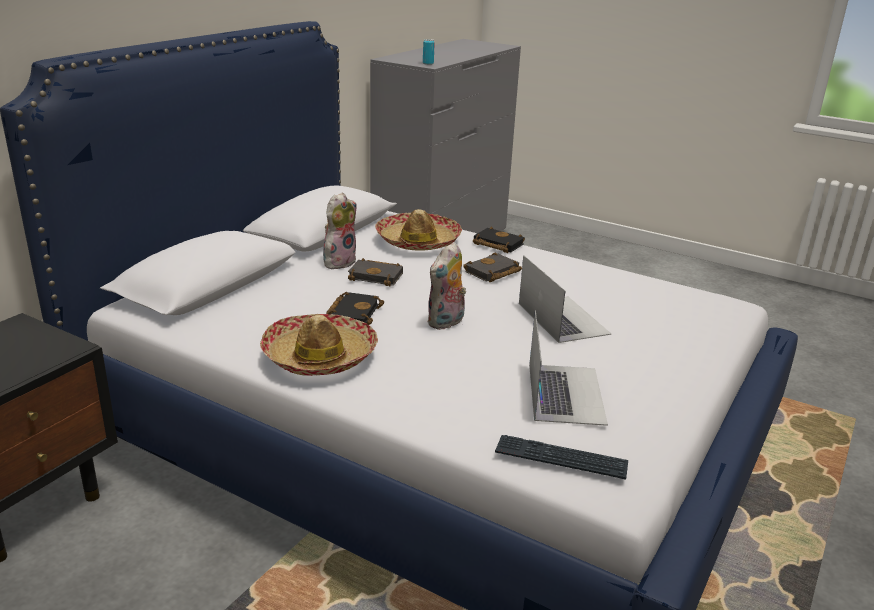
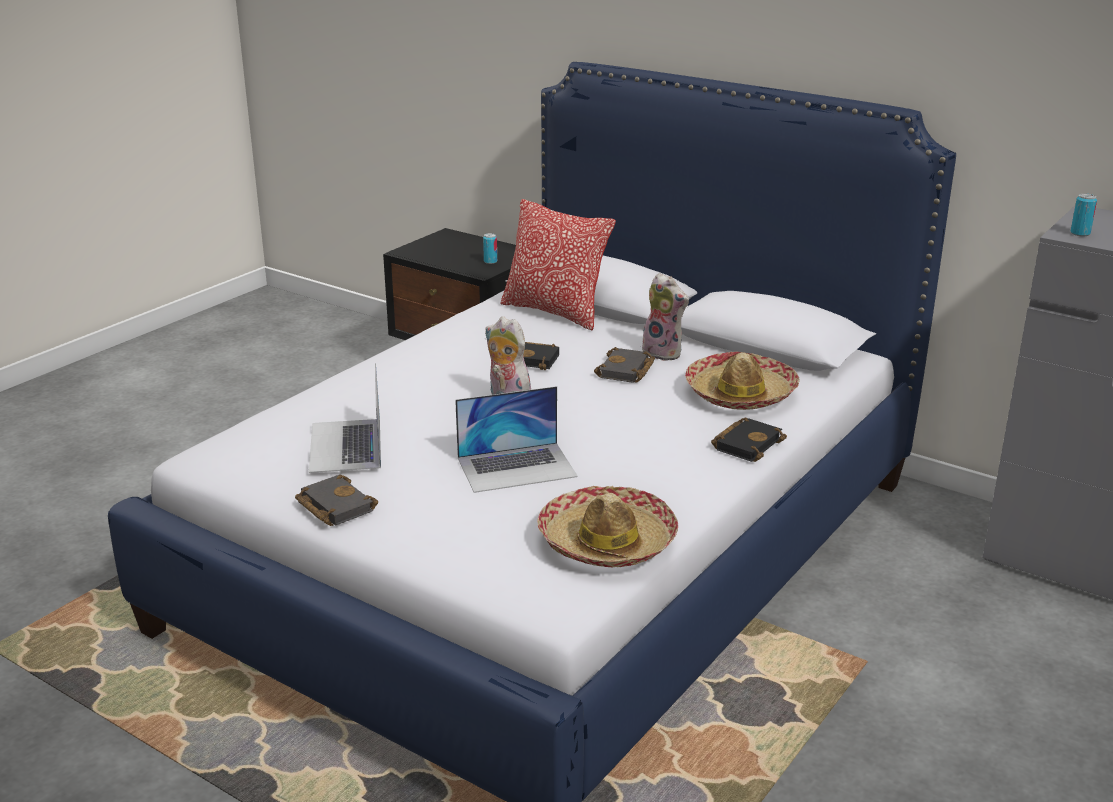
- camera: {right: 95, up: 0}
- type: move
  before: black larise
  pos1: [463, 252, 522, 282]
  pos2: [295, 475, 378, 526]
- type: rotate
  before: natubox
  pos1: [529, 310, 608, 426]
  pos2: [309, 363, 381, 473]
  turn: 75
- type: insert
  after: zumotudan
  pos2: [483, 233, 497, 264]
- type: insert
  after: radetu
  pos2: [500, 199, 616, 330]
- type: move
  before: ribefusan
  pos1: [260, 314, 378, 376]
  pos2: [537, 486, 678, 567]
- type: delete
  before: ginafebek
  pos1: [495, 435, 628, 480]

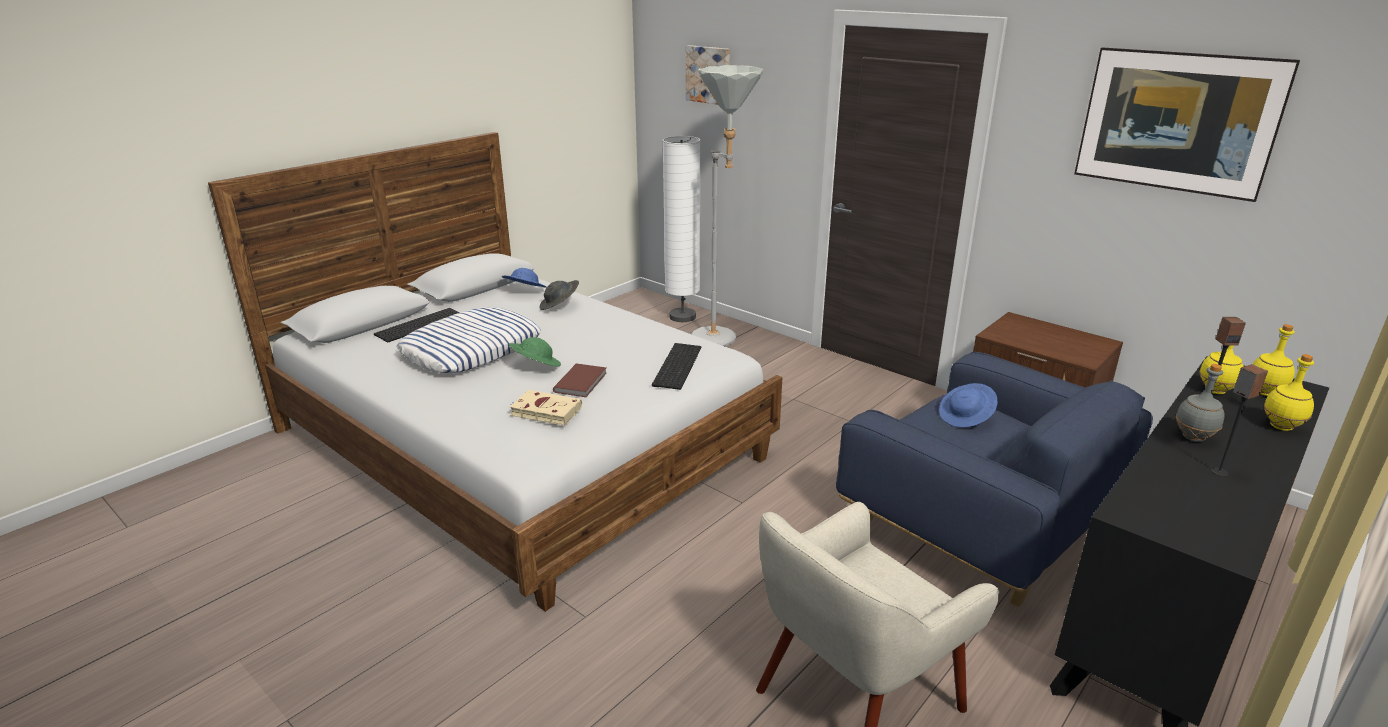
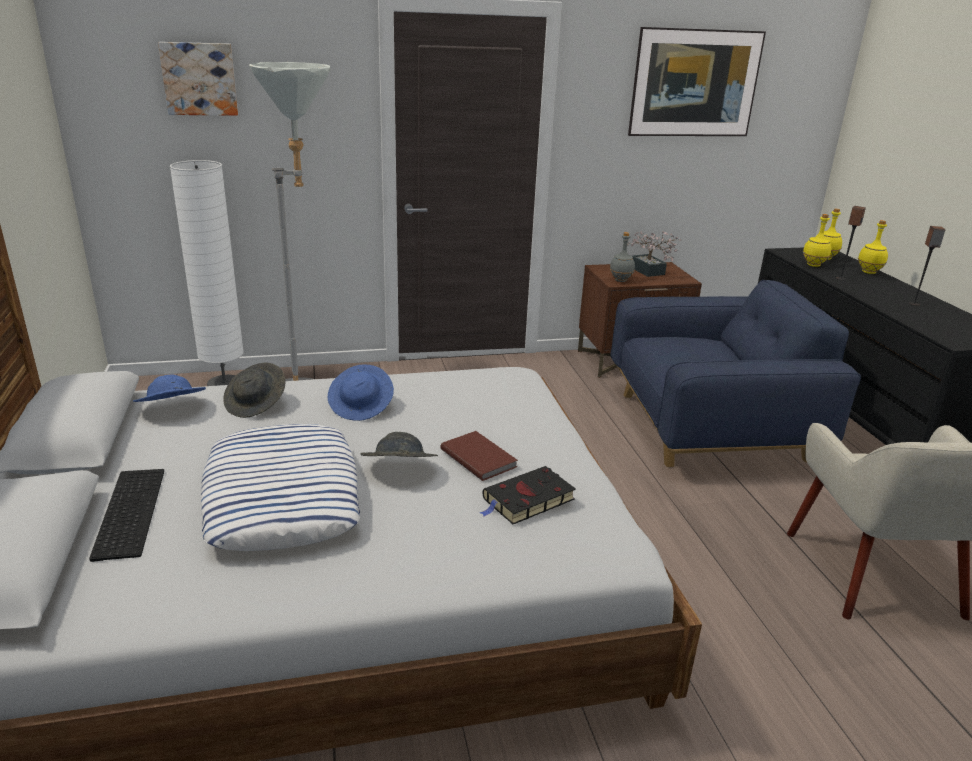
- camera: {right: -55, up: 0}
- type: move
  before: blue ribefusan
  pos1: [939, 383, 998, 428]
  pos2: [328, 364, 394, 421]
- type: recolor
  before: green ribefusan
  after: grey ribefusan
  pos1: [508, 337, 561, 367]
  pos2: [360, 432, 438, 457]
- type: recolor
  before: beige larise
  after: black larise
  pos1: [510, 390, 582, 426]
  pos2: [480, 466, 576, 524]
- type: move
  before: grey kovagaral
  pos1: [1175, 364, 1225, 442]
  pos2: [610, 232, 635, 282]
- type: insert
  after: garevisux
  pos2: [627, 231, 681, 277]
- type: delete
  before: ginafebek
  pos1: [652, 343, 701, 390]

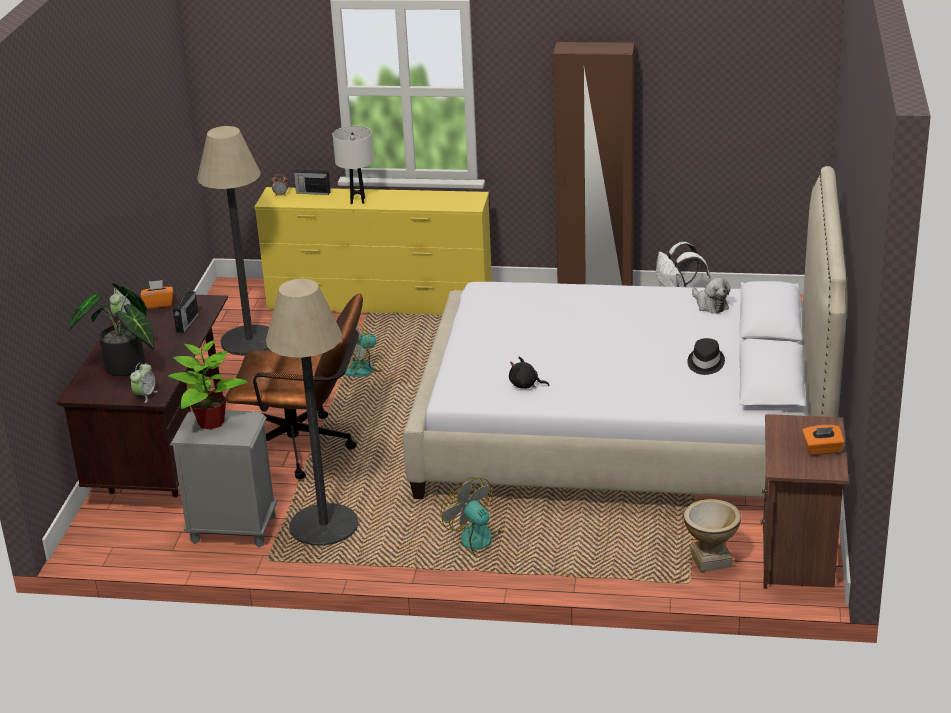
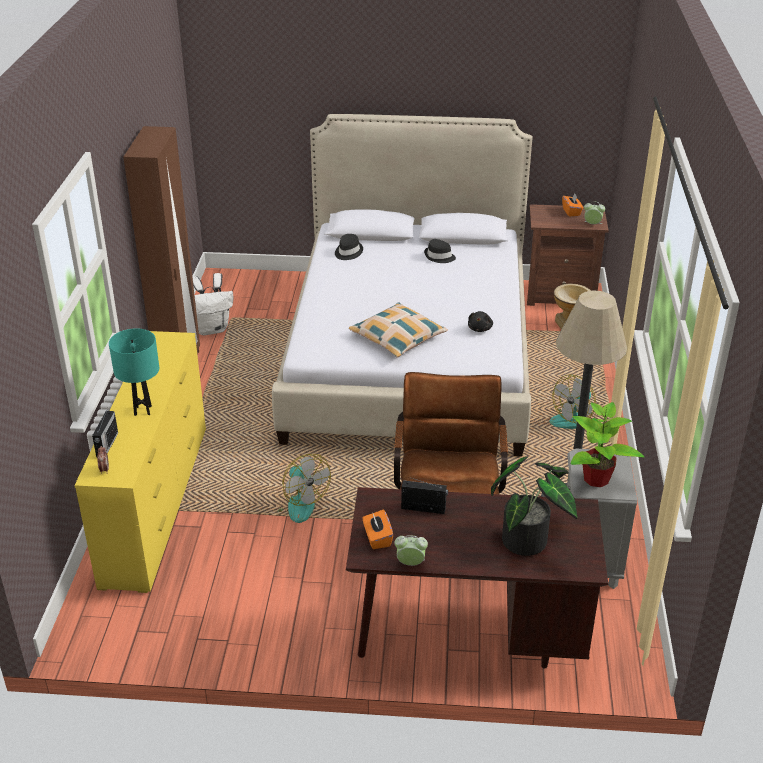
- camera: {right: -95, up: 5}
- type: recolor
  before: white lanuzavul
  after: turquoise lanuzavul
  pos1: [332, 126, 374, 204]
  pos2: [109, 329, 159, 416]
- type: replace
  before: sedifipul
  after: black ribefusan
  pos1: [692, 278, 731, 314]
  pos2: [335, 234, 363, 260]
- type: insert
  after: radetu
  pos2: [349, 302, 448, 357]
- type: move
  before: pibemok
  pos1: [130, 363, 157, 403]
  pos2: [584, 201, 605, 224]
- type: delete
  before: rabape
  pos1: [197, 126, 270, 356]

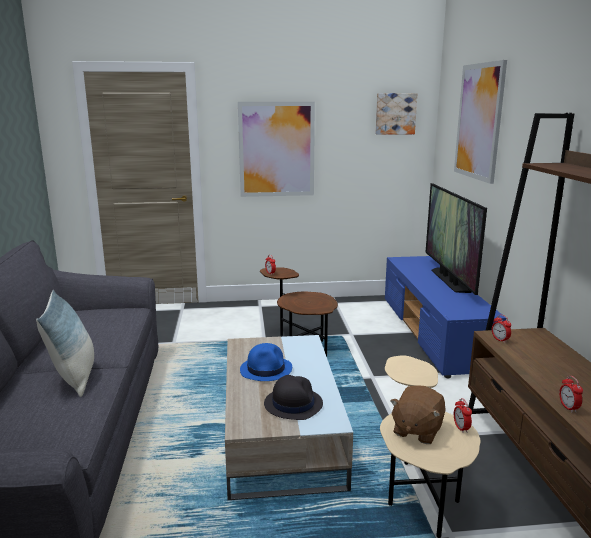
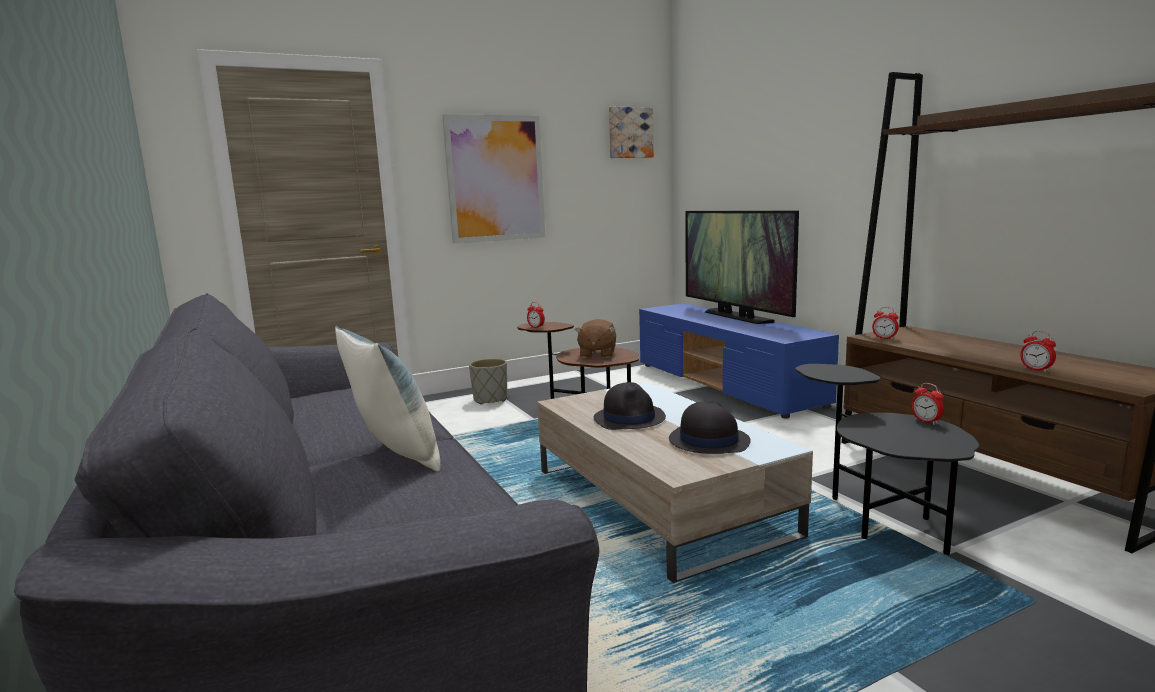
- camera: {right: -20, up: -5}
- type: insert
  after: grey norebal
  pos2: [469, 359, 507, 405]
- type: move
  before: brown sedifipul
  pos1: [390, 385, 446, 444]
  pos2: [575, 319, 616, 358]
- type: recolor
  before: blue ribefusan
  after: black ribefusan
  pos1: [240, 343, 292, 381]
  pos2: [594, 382, 666, 430]
- type: recolor
  before: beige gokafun
  after: black gokafun
  pos1: [380, 355, 480, 538]
  pos2: [795, 364, 980, 555]
- type: delete
  before: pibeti
  pos1: [454, 60, 507, 184]

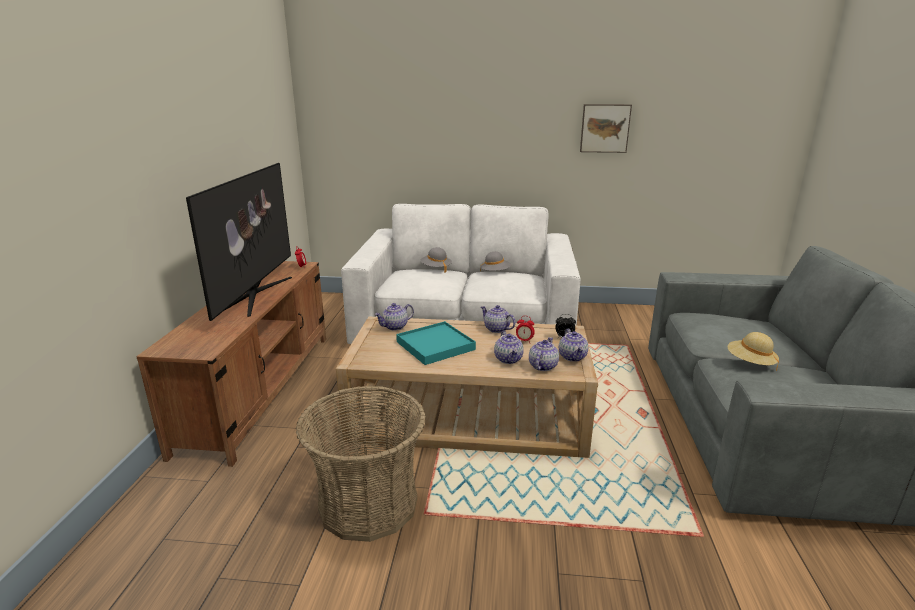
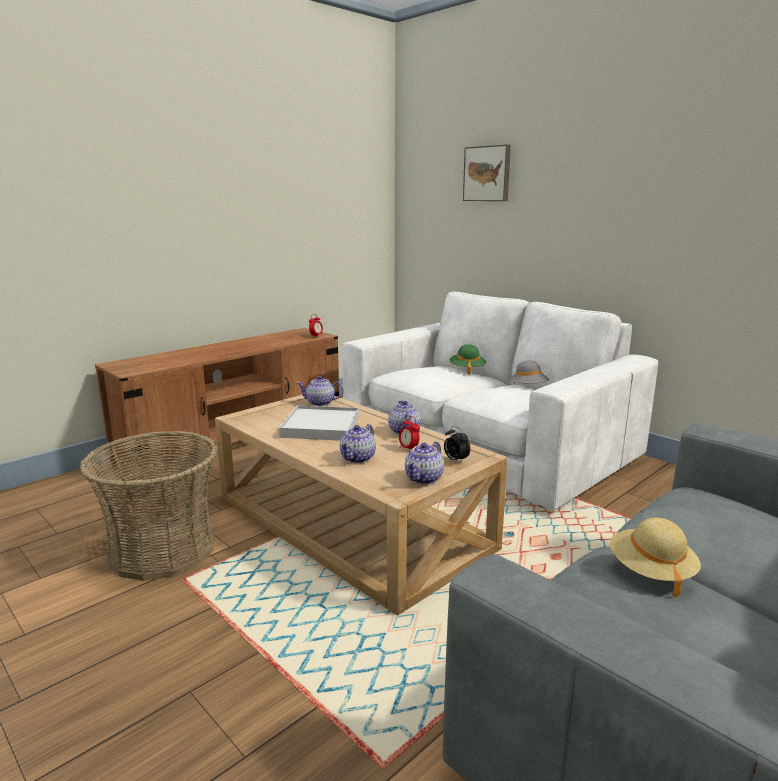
- camera: {right: 40, up: -5}
- type: recolor
  before: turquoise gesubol
  after: white gesubol
  pos1: [396, 321, 476, 365]
  pos2: [279, 405, 359, 441]
- type: recolor
  before: grey ribefusan
  after: green ribefusan
  pos1: [420, 247, 452, 273]
  pos2: [449, 344, 487, 375]
- type: move
  before: pibeti
  pos1: [580, 104, 632, 153]
  pos2: [463, 144, 511, 201]
- type: delete
  before: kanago
  pos1: [186, 163, 292, 321]
- type: delete
  before: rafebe
  pos1: [529, 337, 559, 371]

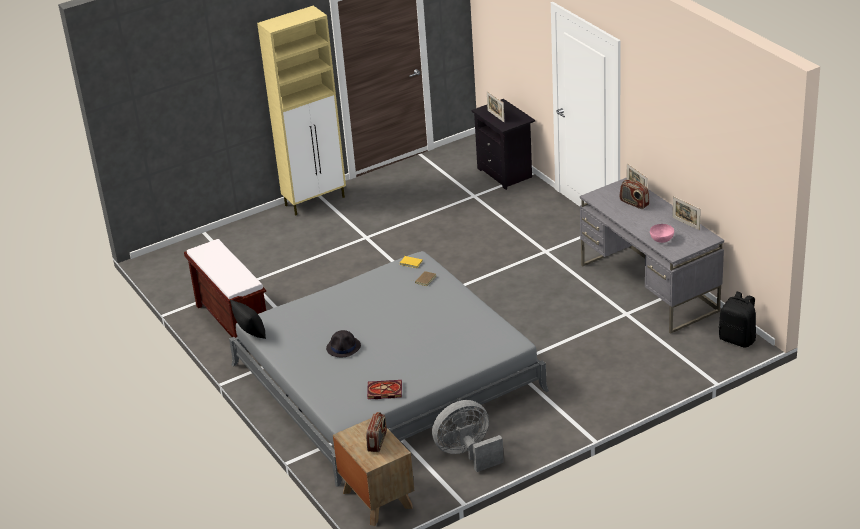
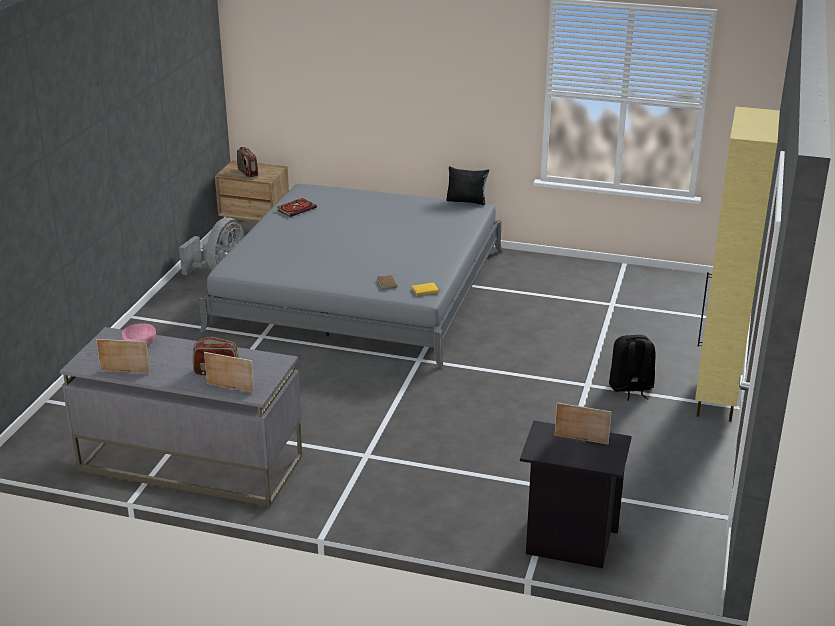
- camera: {right: 135, up: -5}
- type: move
  before: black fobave
  pos1: [719, 292, 756, 348]
  pos2: [609, 335, 656, 401]
- type: delete
  before: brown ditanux
  pos1: [184, 239, 266, 338]
- type: delete
  before: black ribefusan
  pos1: [326, 330, 361, 357]

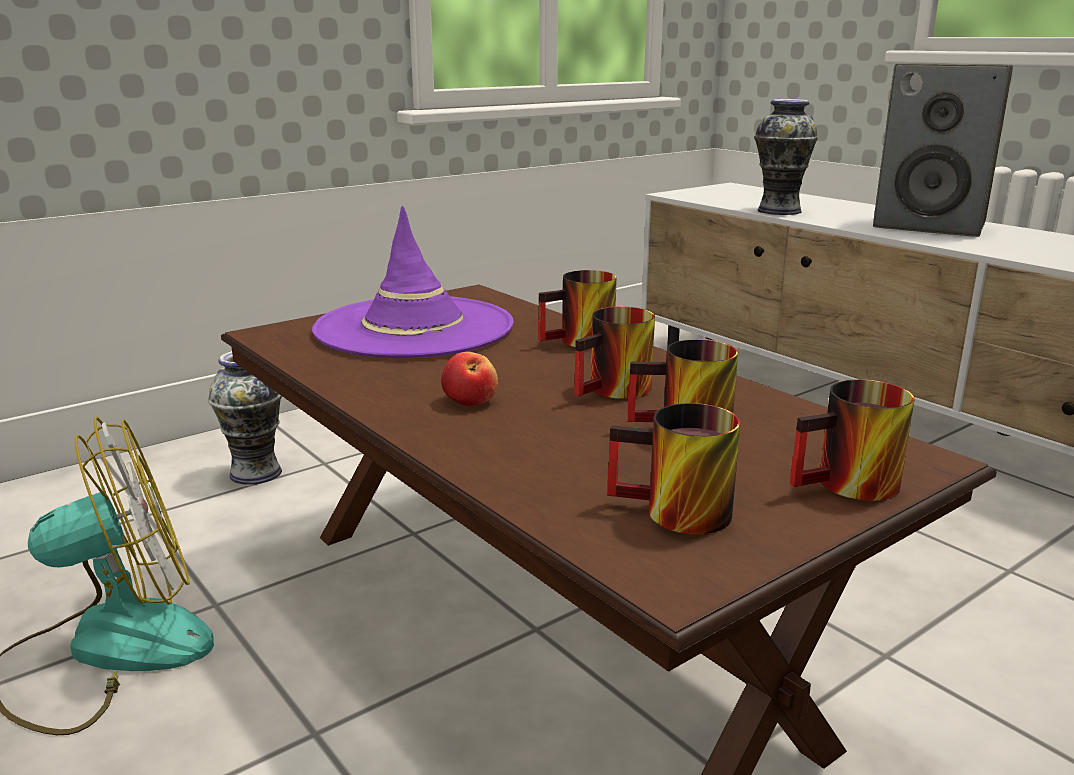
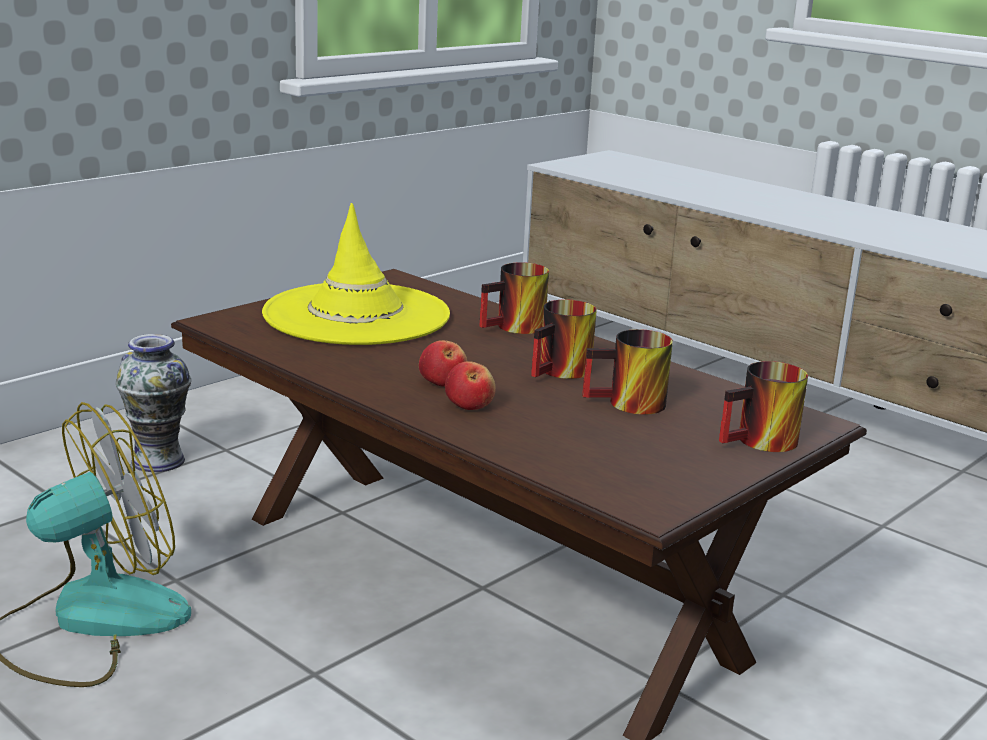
- camera: {right: -10, up: 0}
- type: recolor
  before: purple ribefusan
  after: yellow ribefusan
  pos1: [312, 206, 514, 358]
  pos2: [262, 203, 450, 345]
- type: insert
  after: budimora
  pos2: [445, 361, 496, 410]
- type: delete
  before: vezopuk
  pos1: [607, 403, 740, 534]
- type: delete
  before: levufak
  pos1: [754, 99, 818, 215]
- type: delete
  before: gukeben
  pos1: [873, 63, 1013, 237]

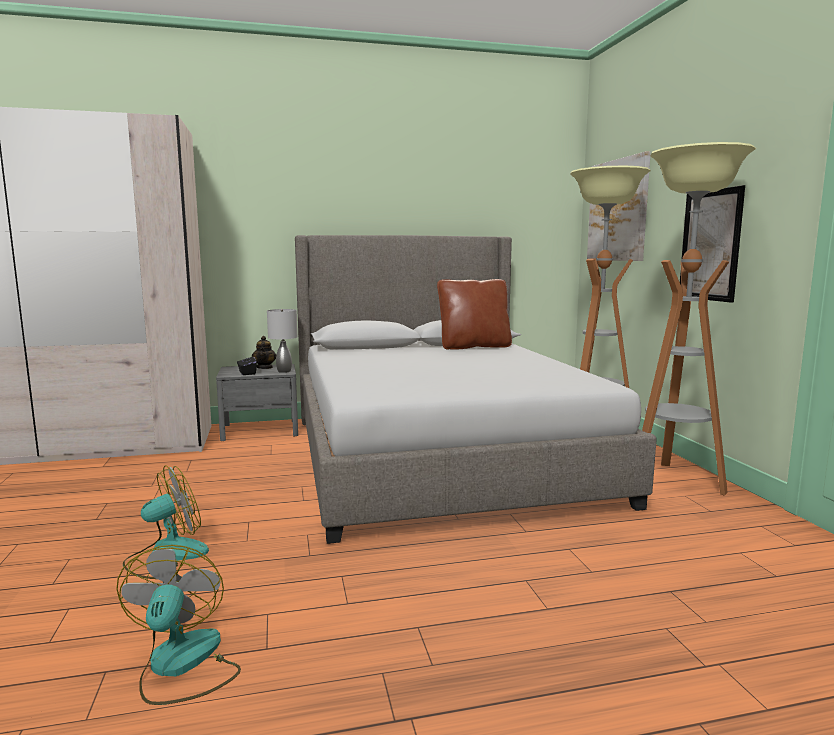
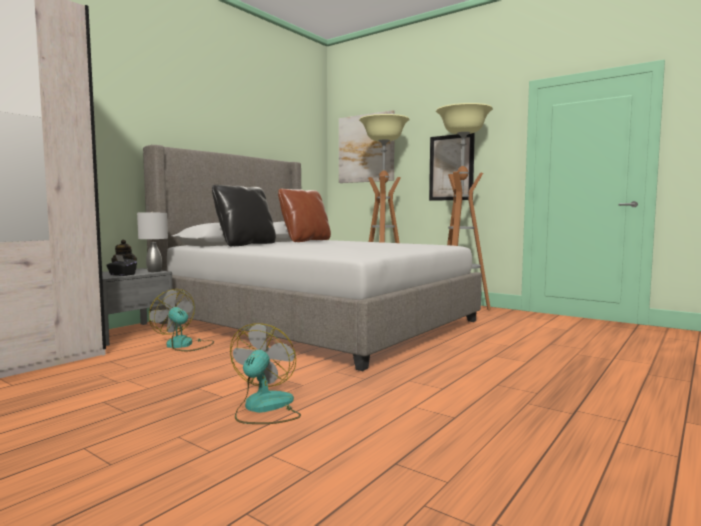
- camera: {right: -40, up: -5}
- type: move
  before: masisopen
  pos1: [116, 545, 241, 705]
  pos2: [149, 289, 214, 351]
- type: insert
  after: black radetu
  pos2: [212, 185, 276, 246]

